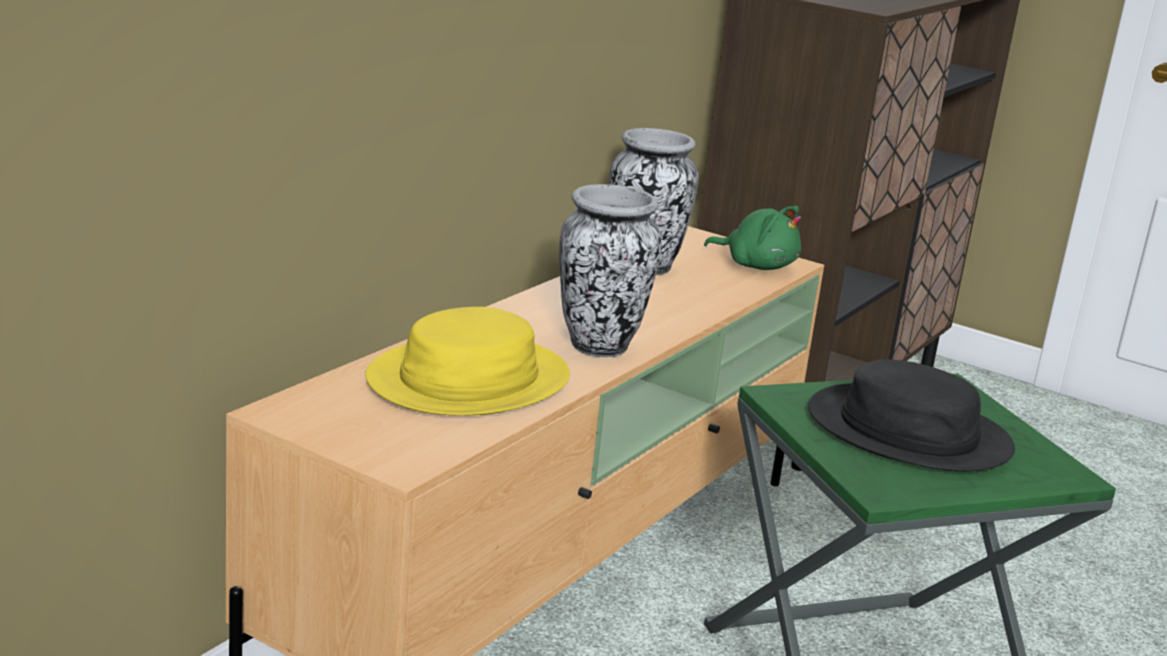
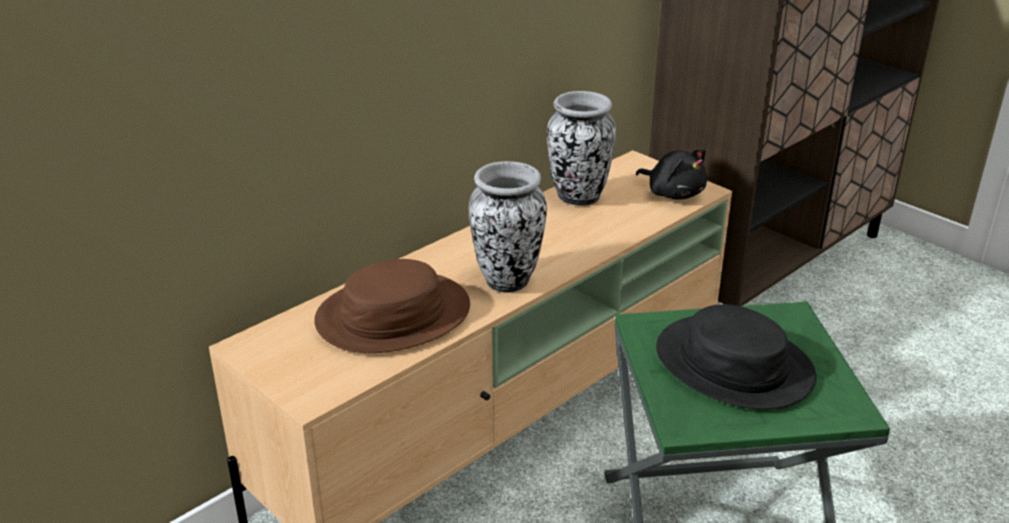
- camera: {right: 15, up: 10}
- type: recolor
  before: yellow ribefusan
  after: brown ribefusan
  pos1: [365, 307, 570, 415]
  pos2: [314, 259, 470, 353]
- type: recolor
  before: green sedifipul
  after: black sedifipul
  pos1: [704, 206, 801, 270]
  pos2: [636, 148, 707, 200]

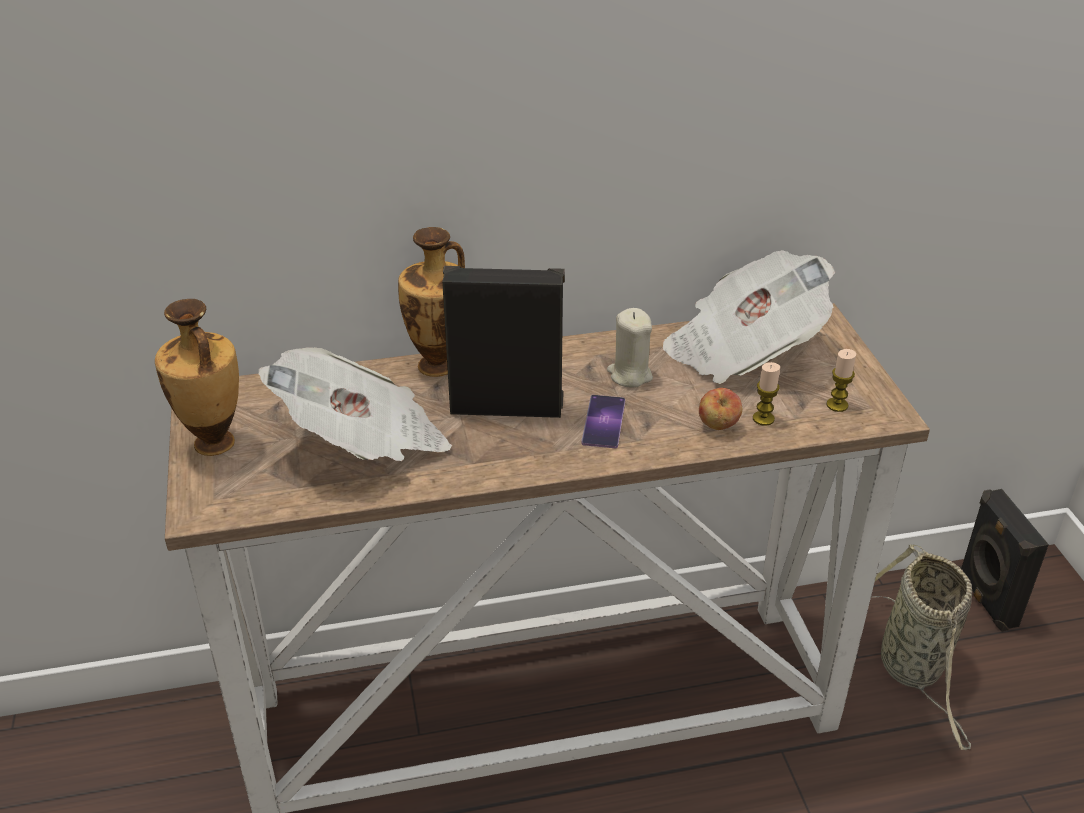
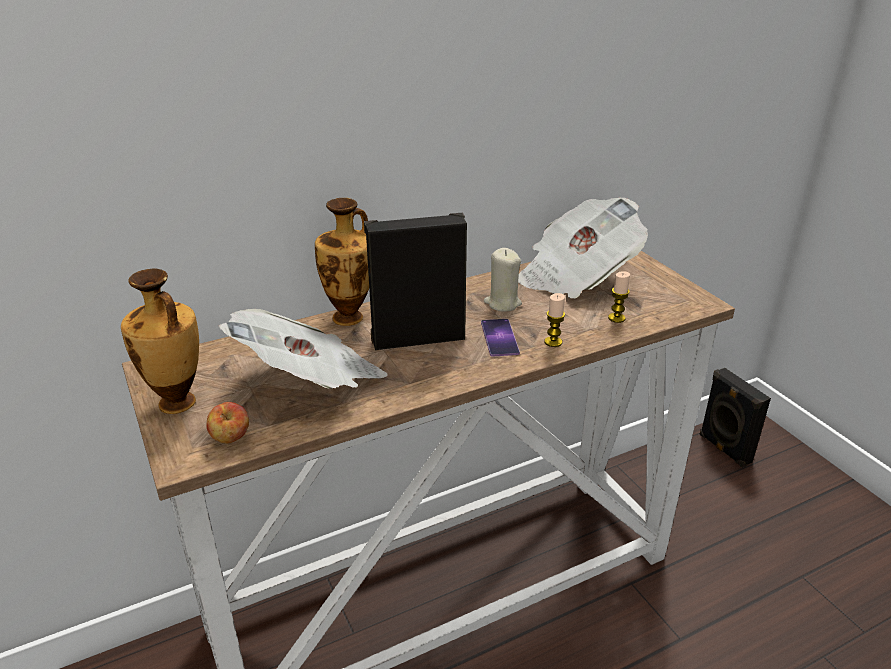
- camera: {right: -15, up: -5}
- type: move
  before: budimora
  pos1: [699, 388, 742, 430]
  pos2: [206, 402, 249, 444]
- type: move
  before: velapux
  pos1: [826, 349, 856, 412]
  pos2: [545, 293, 565, 347]
- type: delete
  before: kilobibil
  pos1: [871, 544, 972, 750]

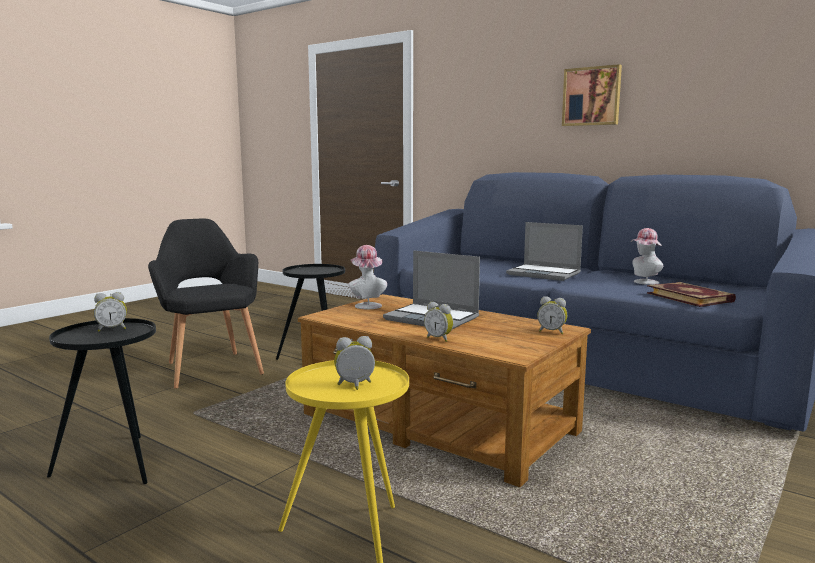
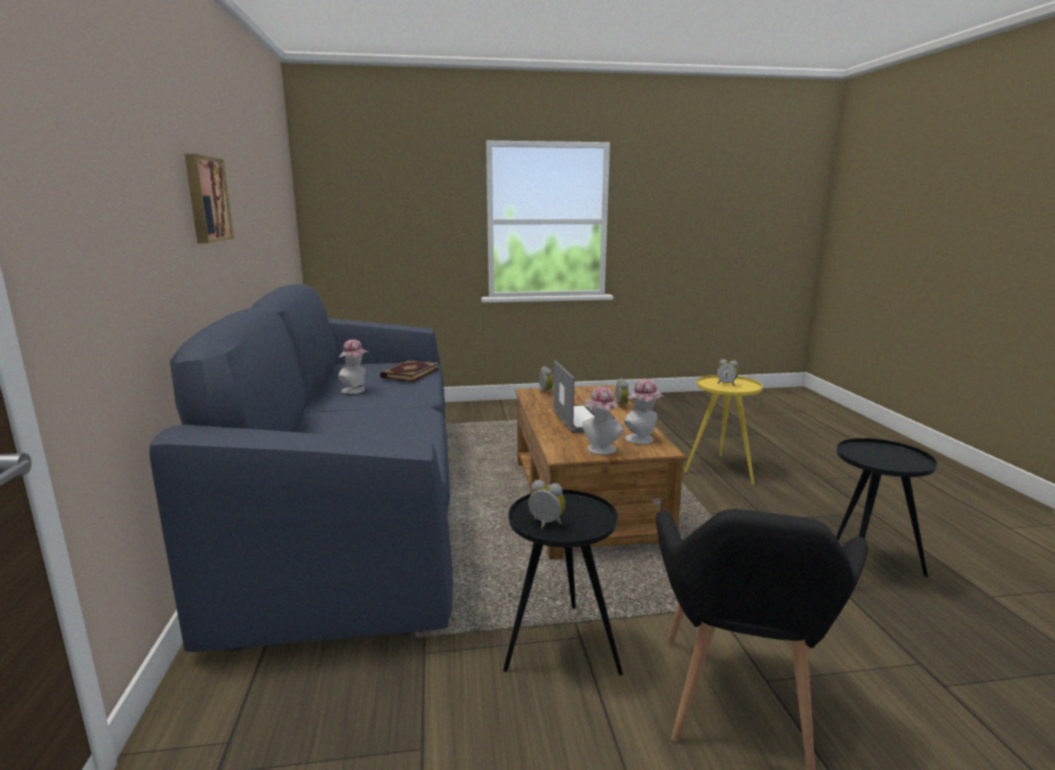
- camera: {right: -135, up: 5}
- type: move
  before: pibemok
  pos1: [94, 292, 127, 331]
  pos2: [528, 480, 565, 529]
- type: insert
  after: ribefusan
  pos2: [624, 379, 664, 444]
- type: delete
  before: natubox
  pos1: [506, 222, 583, 281]

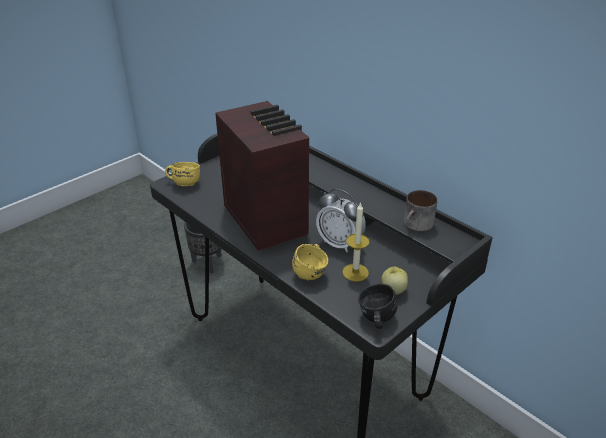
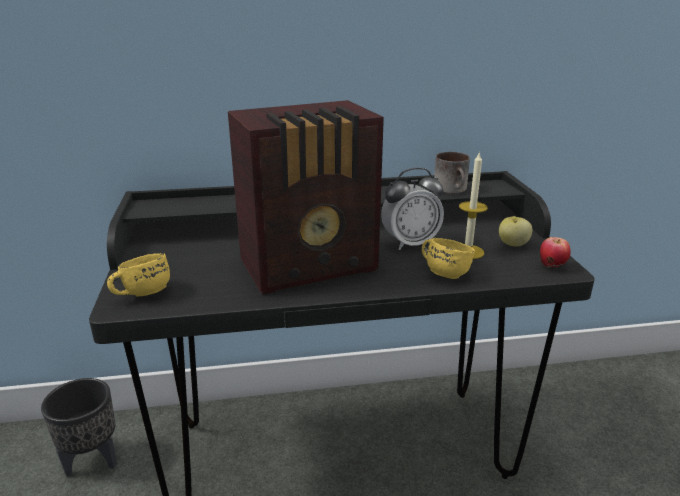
- camera: {right: -55, up: -10}
- type: rotate
  before: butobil
  pos1: [215, 101, 309, 251]
  pos2: [228, 100, 384, 294]
  turn: 150
- type: replace
  before: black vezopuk
  after: budimora
  pos1: [358, 283, 398, 329]
  pos2: [540, 237, 571, 268]

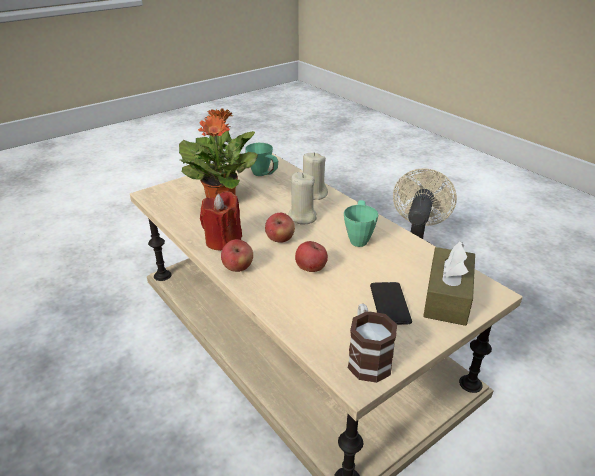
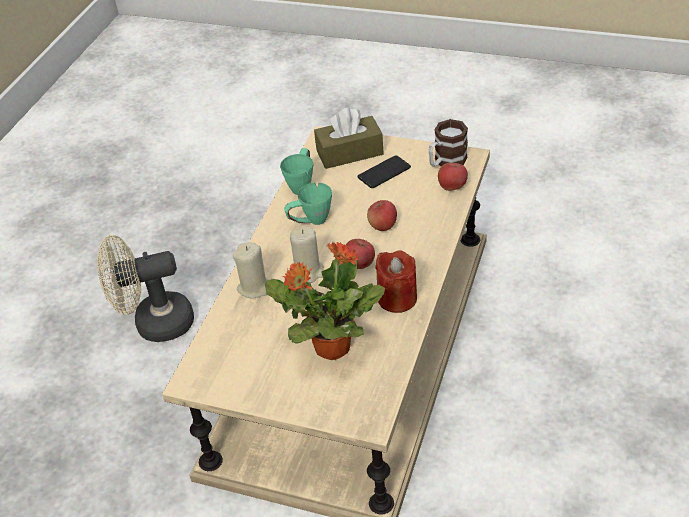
- camera: {right: -120, up: 10}
- type: move
  before: green vezopuk
  pos1: [245, 143, 278, 176]
  pos2: [280, 148, 313, 195]
- type: move
  before: budimora
  pos1: [221, 239, 253, 272]
  pos2: [438, 163, 468, 191]

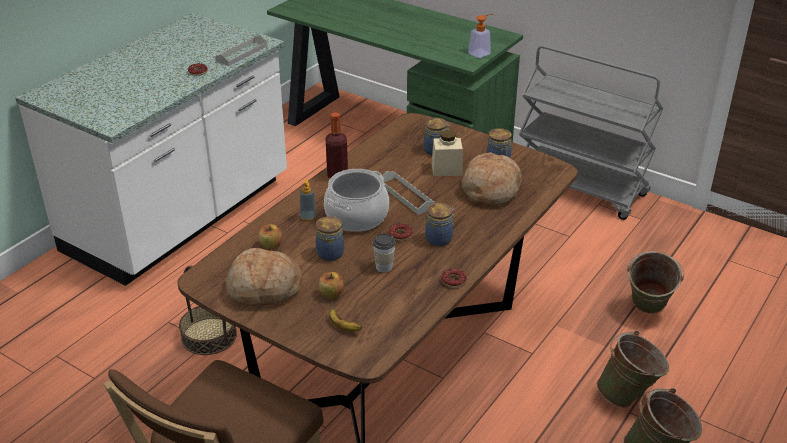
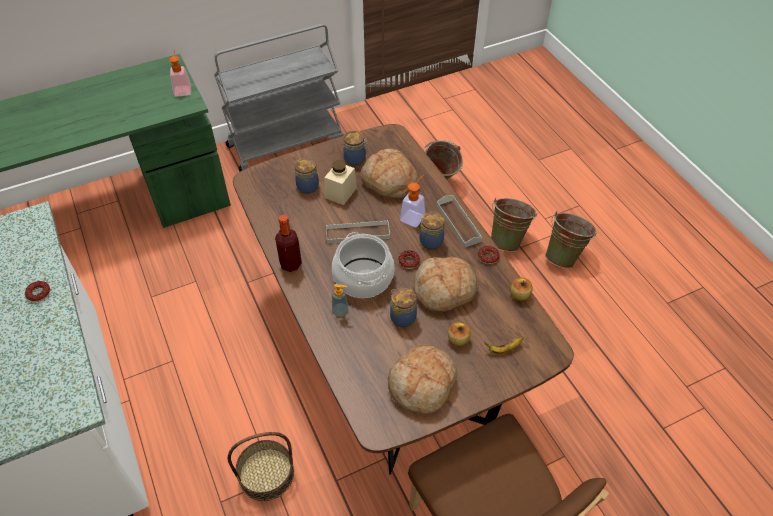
- camera: {right: -60, up: 15}
- type: insert
  after: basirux
  pos2: [400, 175, 425, 227]
- type: replace
  before: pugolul
  after: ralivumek
  pos1: [373, 234, 395, 273]
  pos2: [413, 257, 478, 312]
- type: move
  before: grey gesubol
  pos1: [215, 35, 267, 66]
  pos2: [437, 195, 483, 248]
- type: move
  before: budimora
  pos1: [259, 224, 282, 249]
  pos2: [510, 278, 533, 301]

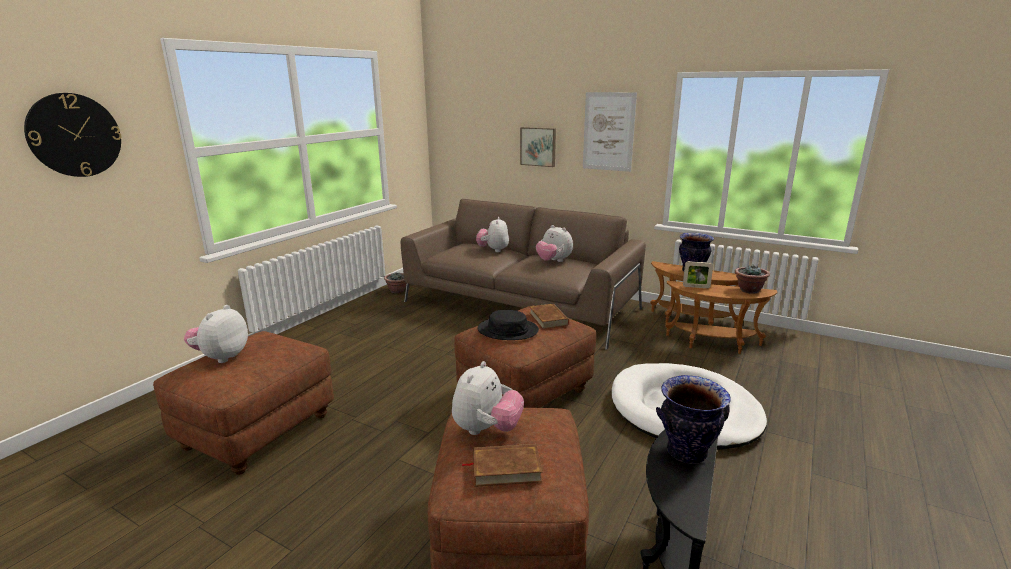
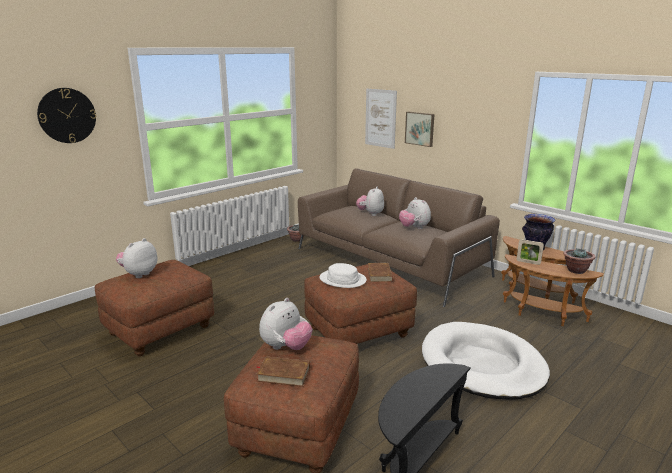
- camera: {right: 15, up: 0}
- type: recolor
  before: black ribefusan
  after: white ribefusan
  pos1: [477, 310, 539, 340]
  pos2: [320, 263, 367, 288]
- type: move
  before: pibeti
  pos1: [583, 92, 637, 172]
  pos2: [365, 88, 397, 149]
- type: delete
  before: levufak
  pos1: [656, 375, 731, 464]

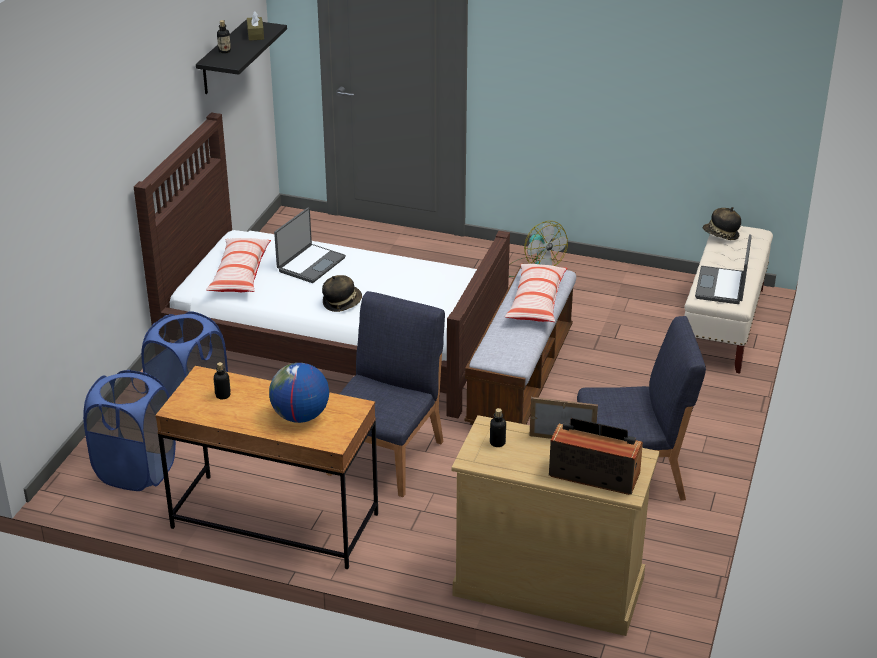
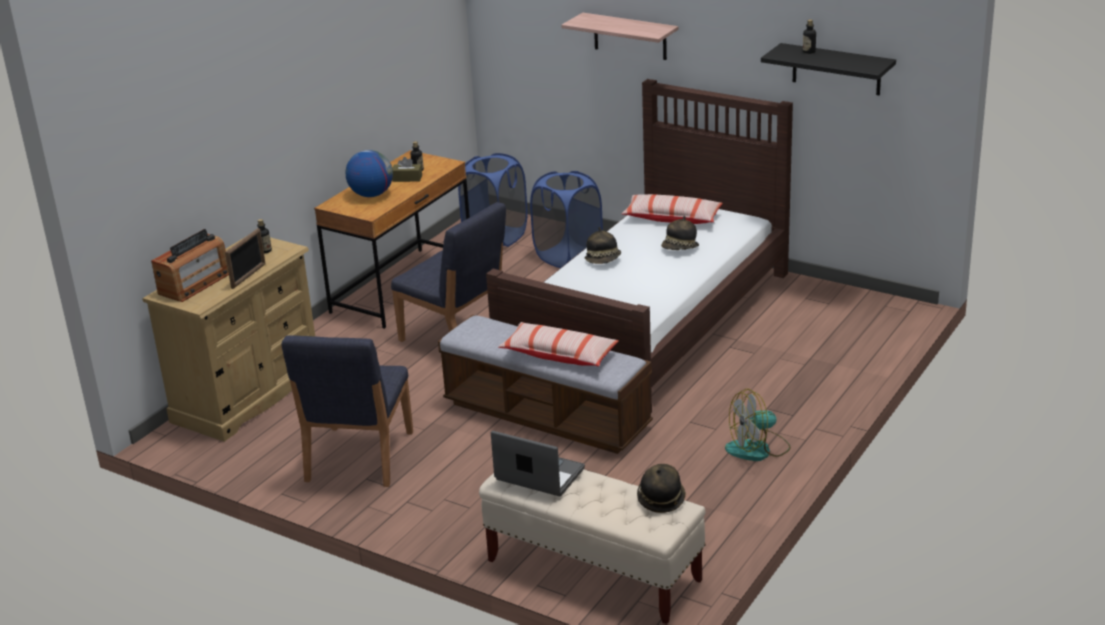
- camera: {right: 105, up: -5}
- type: move
  before: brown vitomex
  pos1: [247, 11, 264, 41]
  pos2: [392, 157, 422, 182]
- type: insert
  after: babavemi
  pos2: [561, 13, 678, 60]
- type: replace
  before: natubox
  after: ribefusan
  pos1: [274, 208, 346, 283]
  pos2: [661, 216, 699, 250]

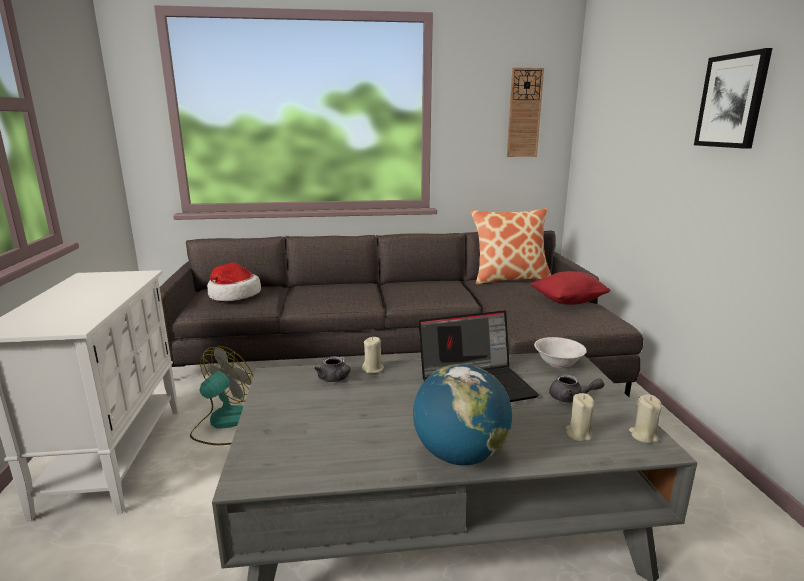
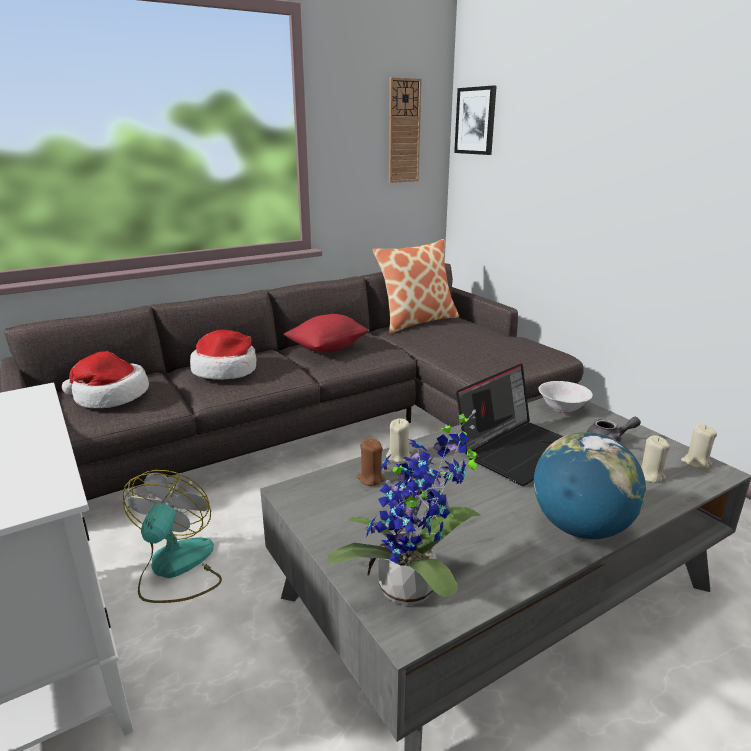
- camera: {right: -25, up: 5}
- type: insert
  after: ribefusan
  pos2: [190, 330, 257, 380]
- type: move
  before: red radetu
  pos1: [530, 271, 611, 305]
  pos2: [283, 314, 369, 352]
- type: insert
  after: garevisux
  pos2: [327, 410, 480, 606]
- type: replace
  before: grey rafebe
  after: brown velapux
  pos1: [314, 356, 351, 382]
  pos2: [357, 438, 385, 486]
- type: move
  before: pibeti
  pos1: [694, 48, 772, 149]
  pos2: [454, 86, 497, 155]

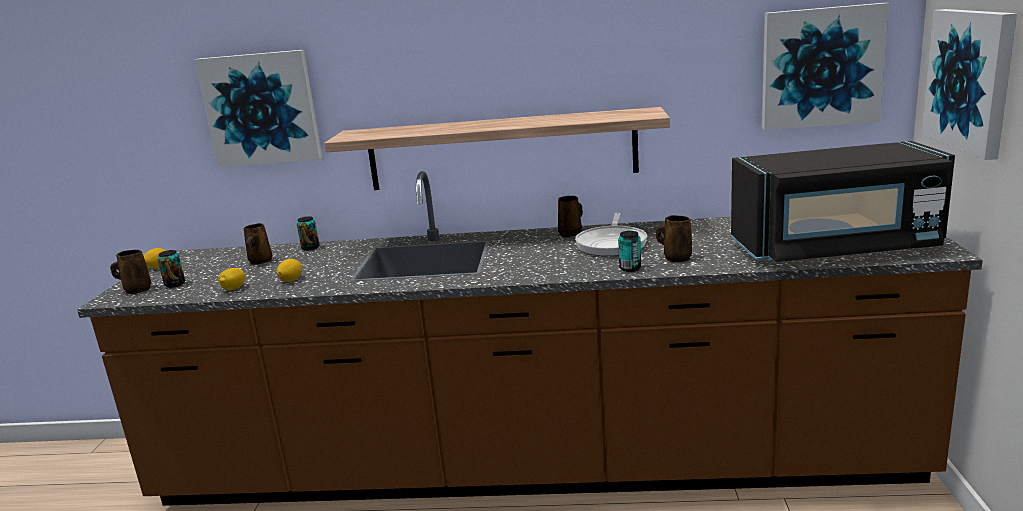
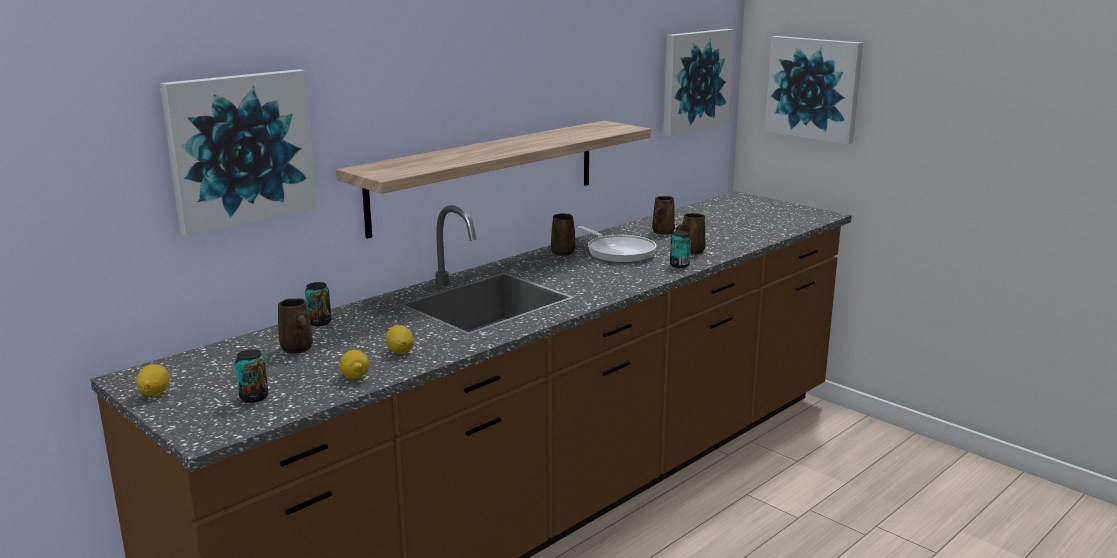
- camera: {right: -50, up: 0}
- type: move
  before: brown vezopuk
  pos1: [110, 250, 151, 294]
  pos2: [652, 196, 675, 234]
- type: delete
  before: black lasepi
  pos1: [731, 141, 955, 262]

